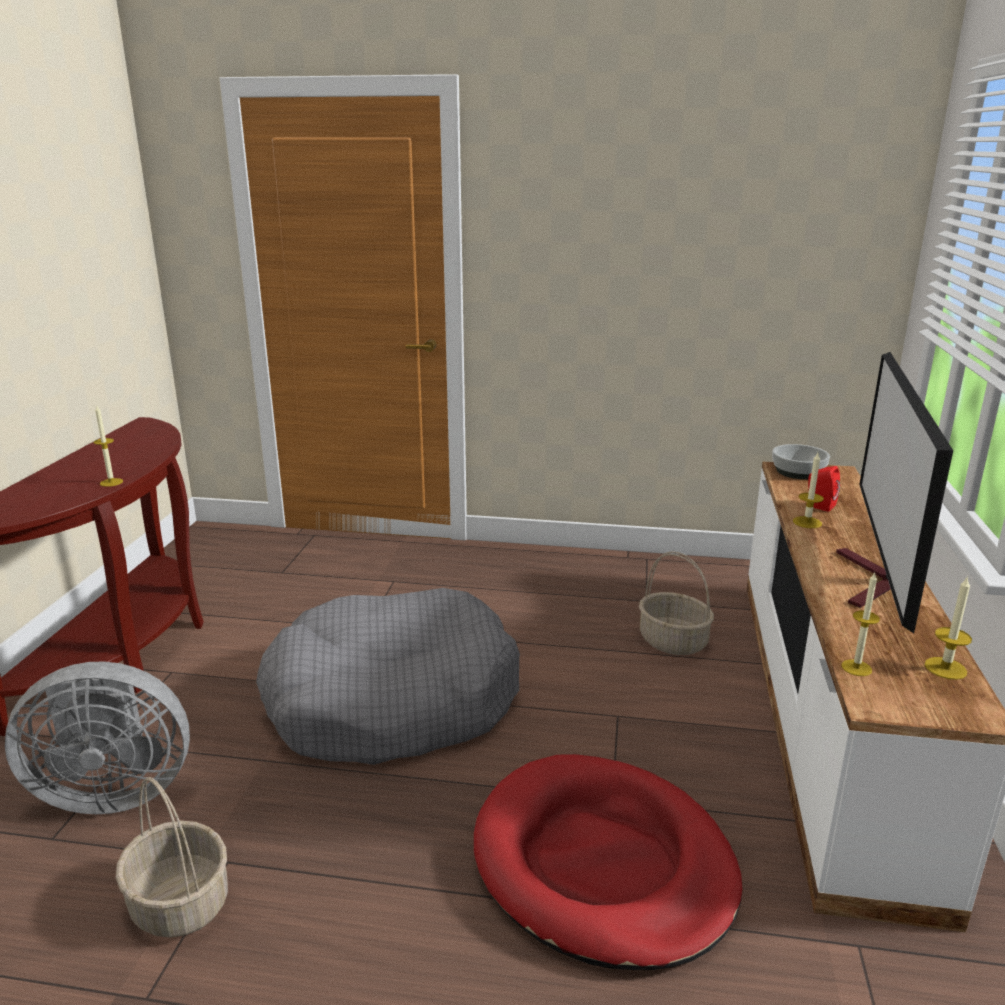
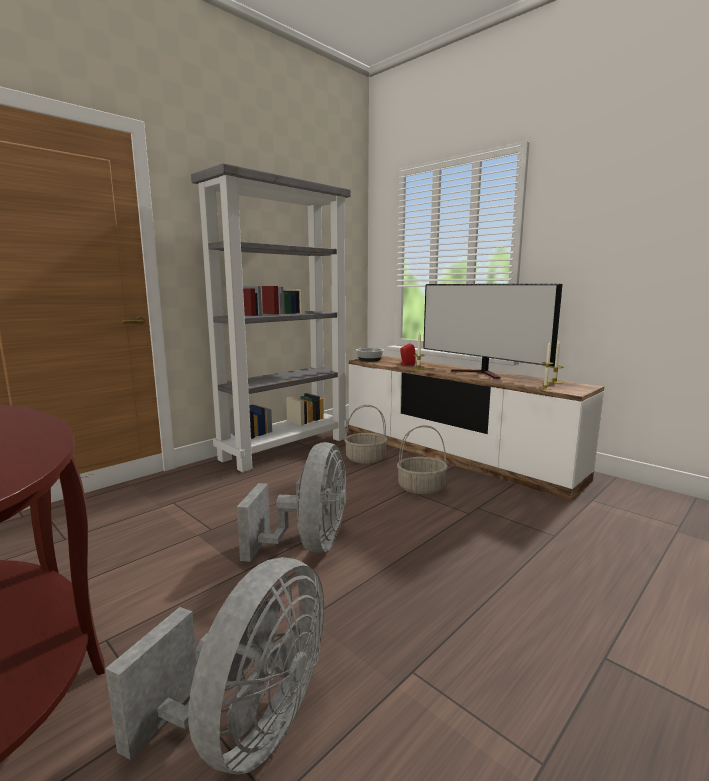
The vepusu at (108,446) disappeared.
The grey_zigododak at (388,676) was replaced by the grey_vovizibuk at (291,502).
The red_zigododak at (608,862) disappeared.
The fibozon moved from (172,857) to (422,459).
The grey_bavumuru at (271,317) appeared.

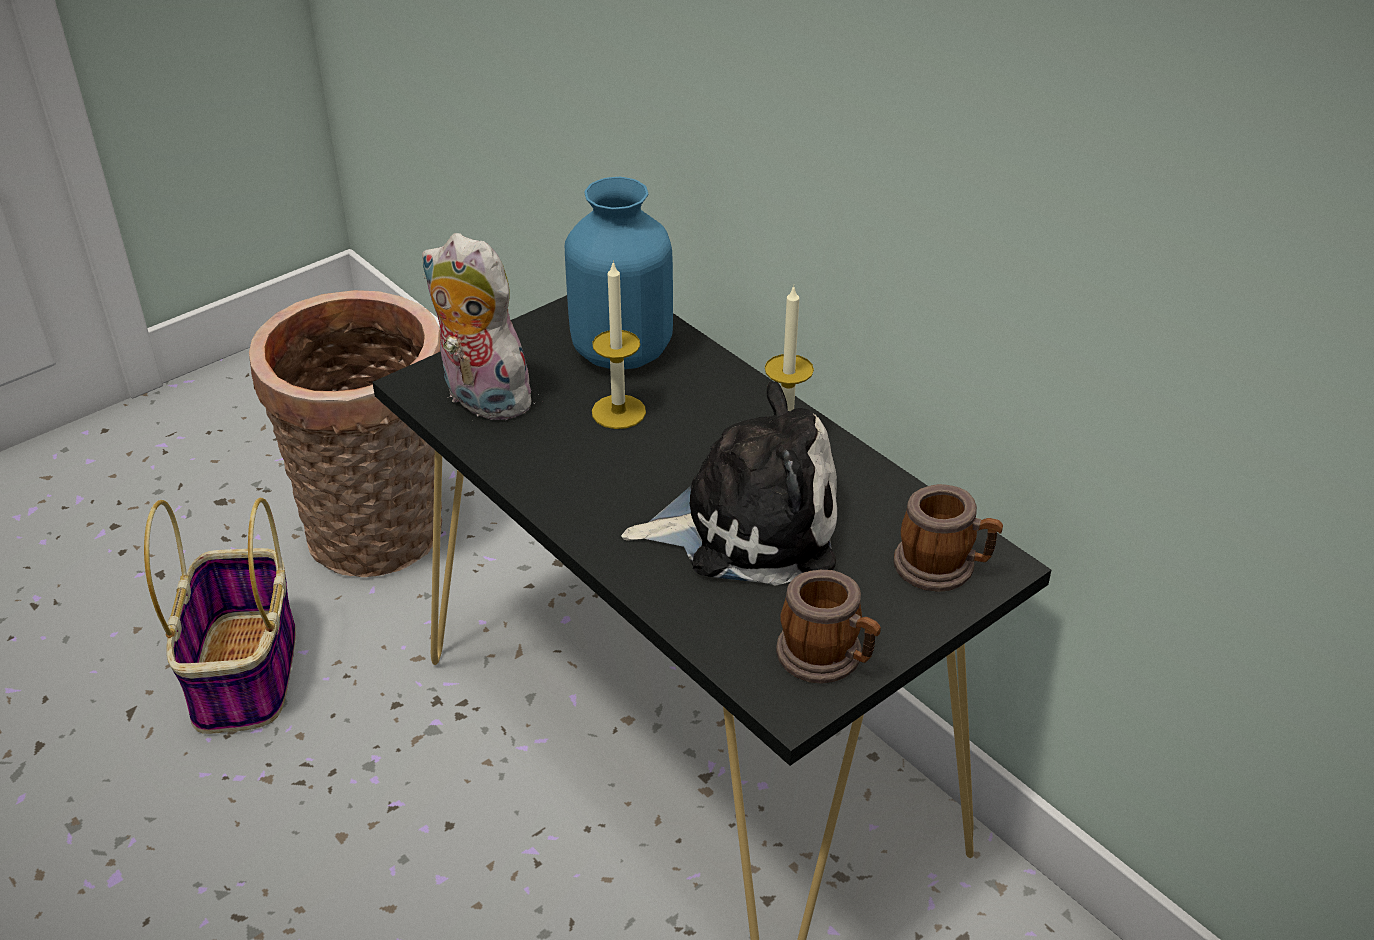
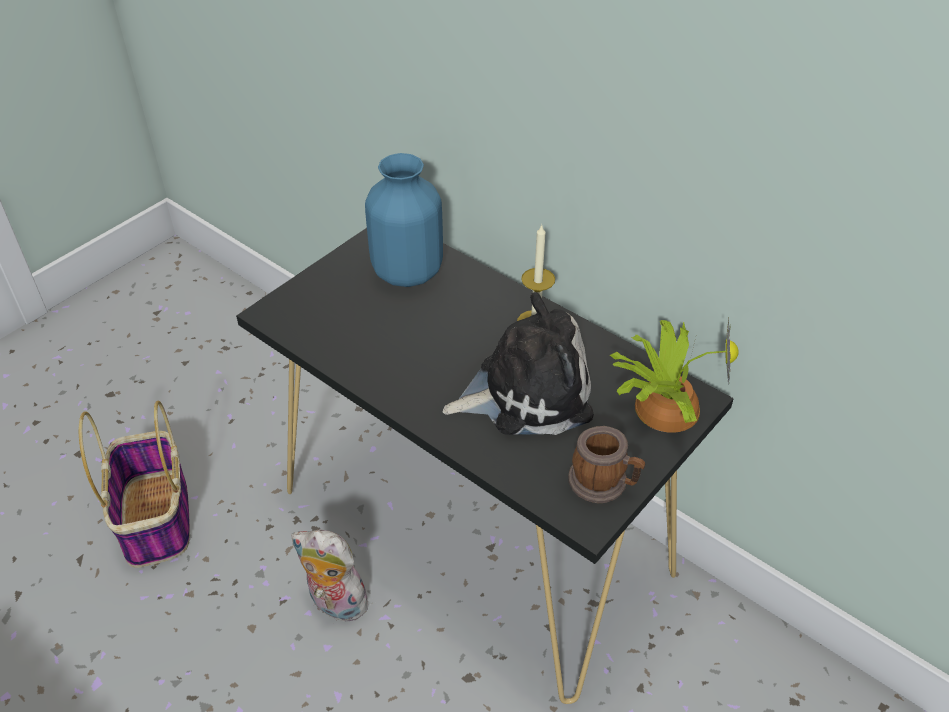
The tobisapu moved from (482,327) to (332,575).
The vepusu at (619,344) disappeared.
The fibozon at (345,433) disappeared.
The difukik at (948,538) was replaced by the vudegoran at (674,375).

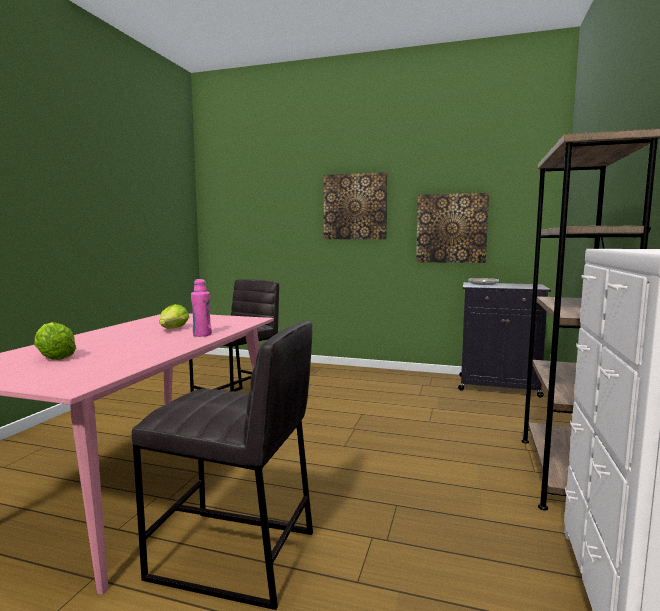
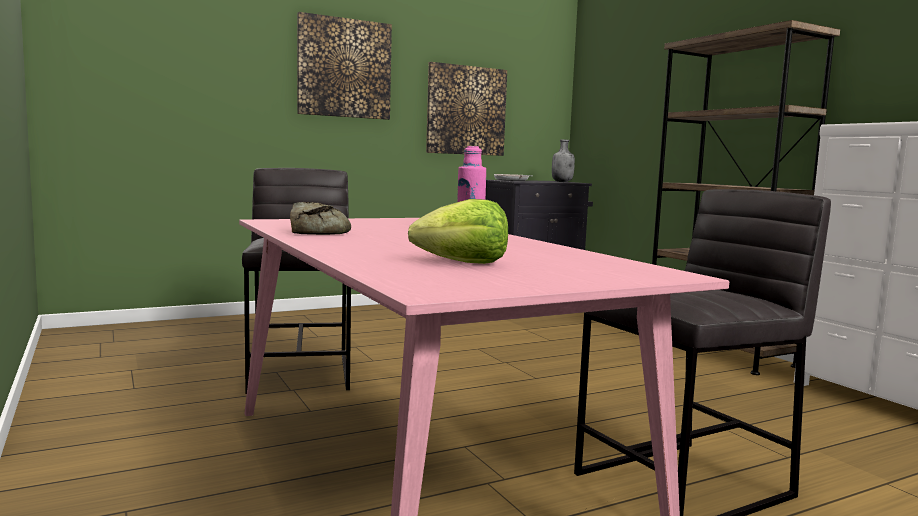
The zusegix at (174,316) disappeared.
The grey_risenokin at (563,161) appeared.
The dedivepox at (320,218) appeared.

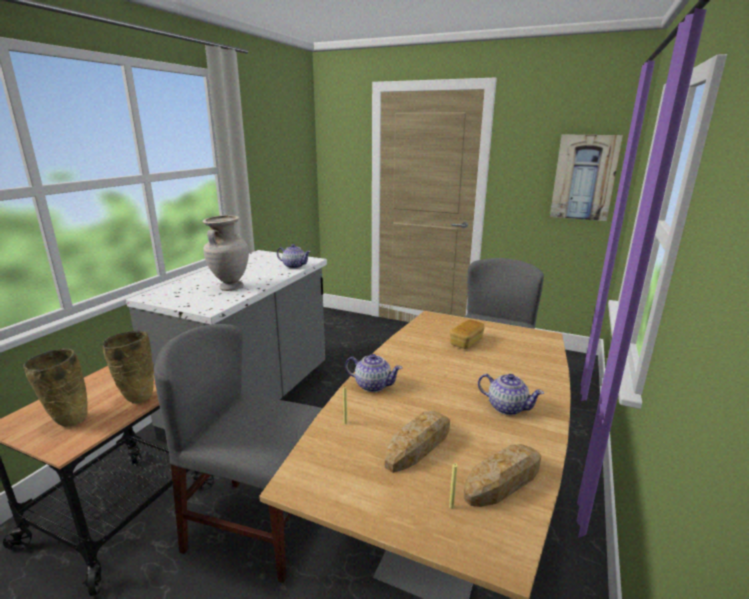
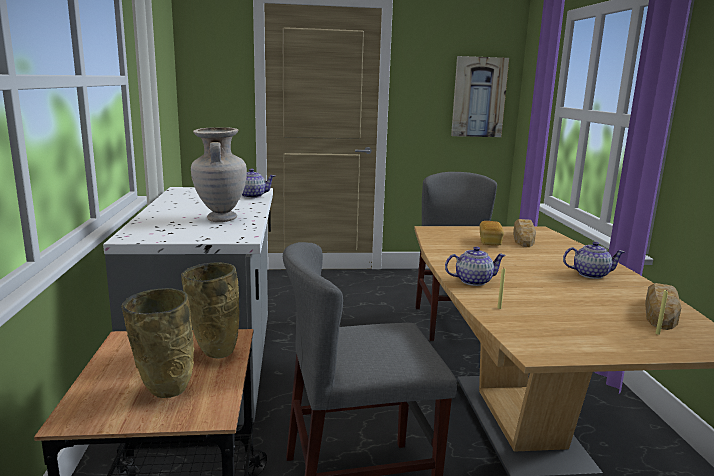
The dedivepox moved from (417,442) to (524,233).

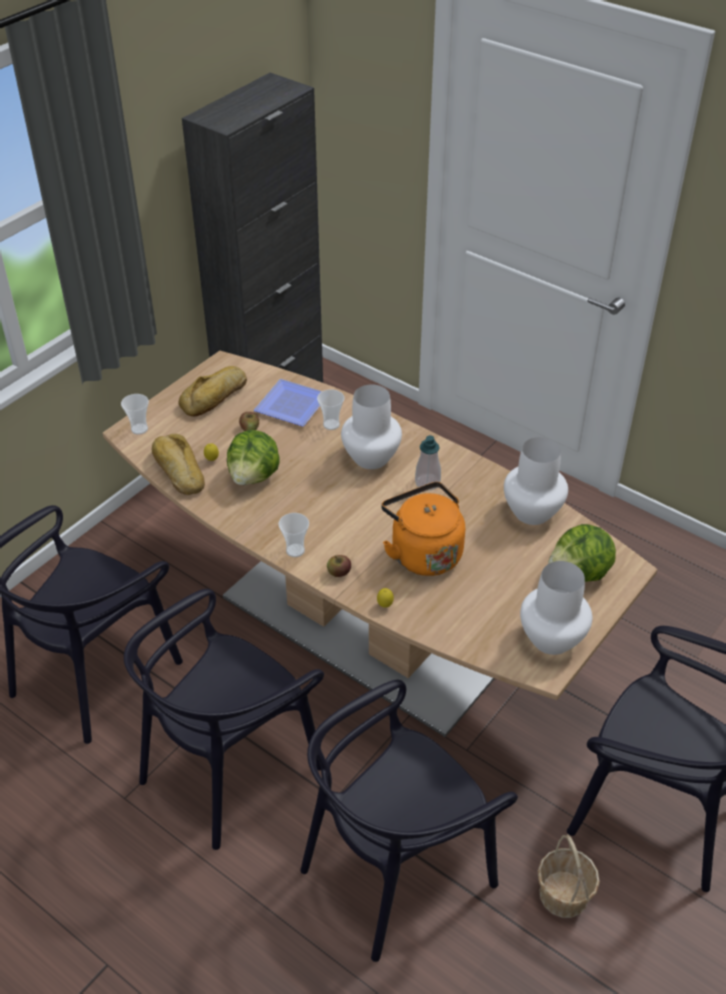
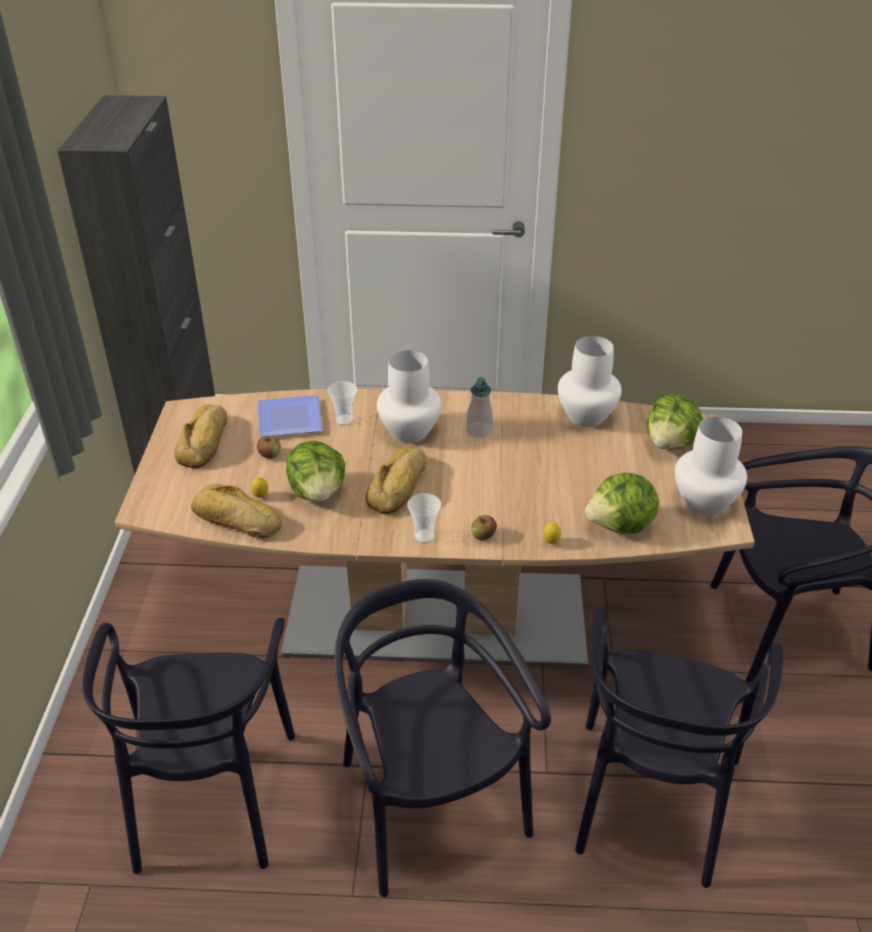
The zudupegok at (135,414) disappeared.
The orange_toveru at (423,529) disappeared.
The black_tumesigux at (224,719) turned 150 degrees clockwise.
The fibozon at (569,876) disappeared.
The dedivepox at (396,480) appeared.
The zusegix at (622,503) appeared.

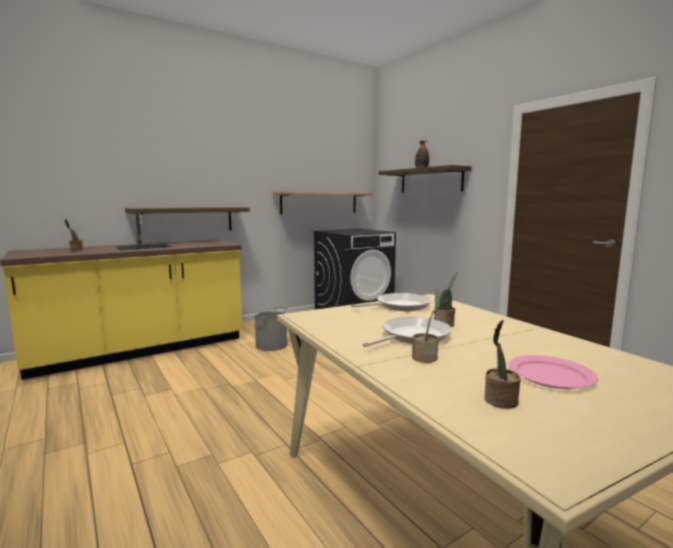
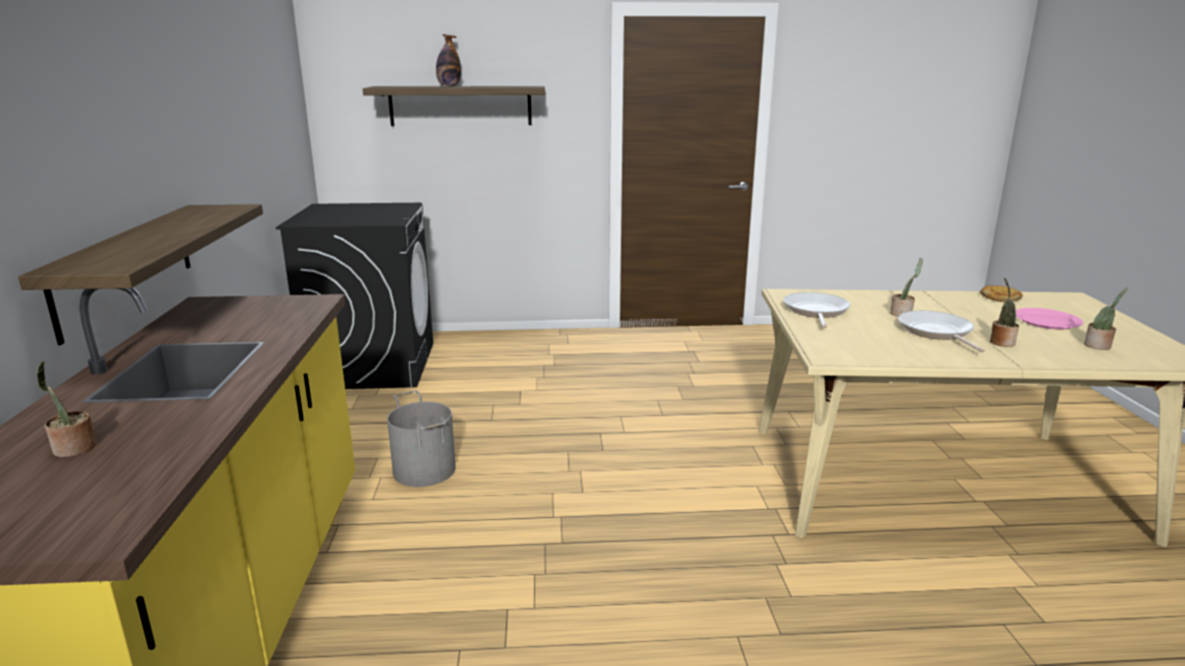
The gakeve at (322,203) disappeared.
The dedivepox at (1001,293) appeared.

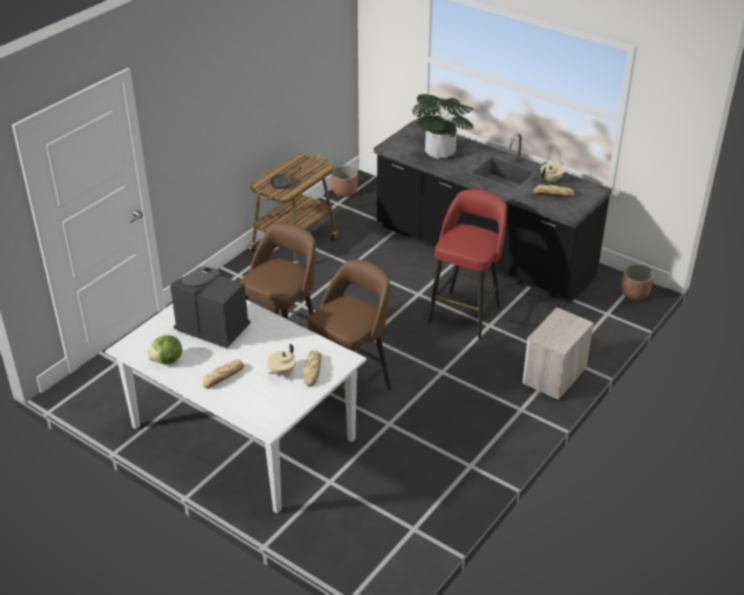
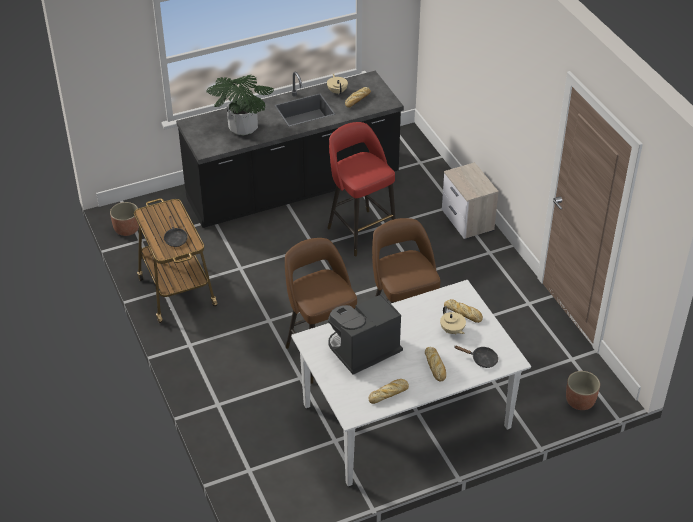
The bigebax moved from (638,282) to (583,390).
The zusegix at (164,349) was replaced by the dedivepox at (389,391).
The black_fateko at (476,357) appeared.

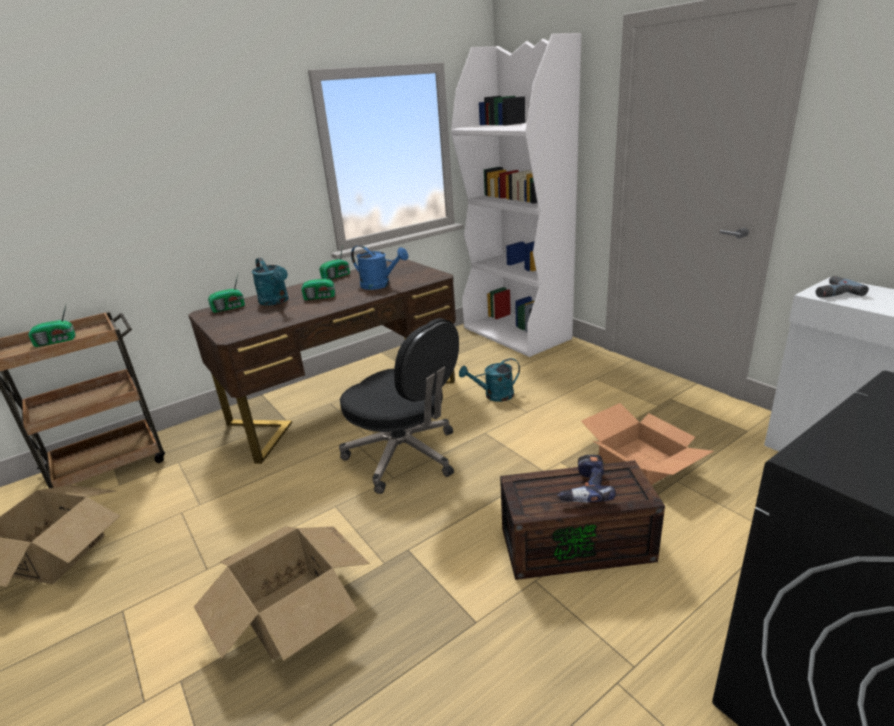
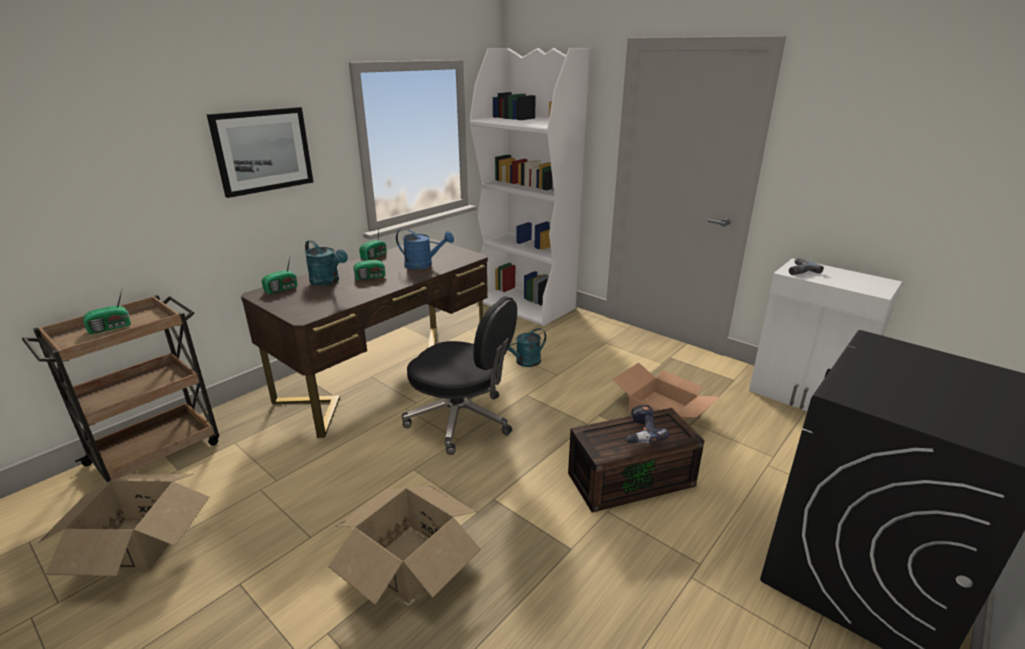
The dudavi at (260,152) appeared.

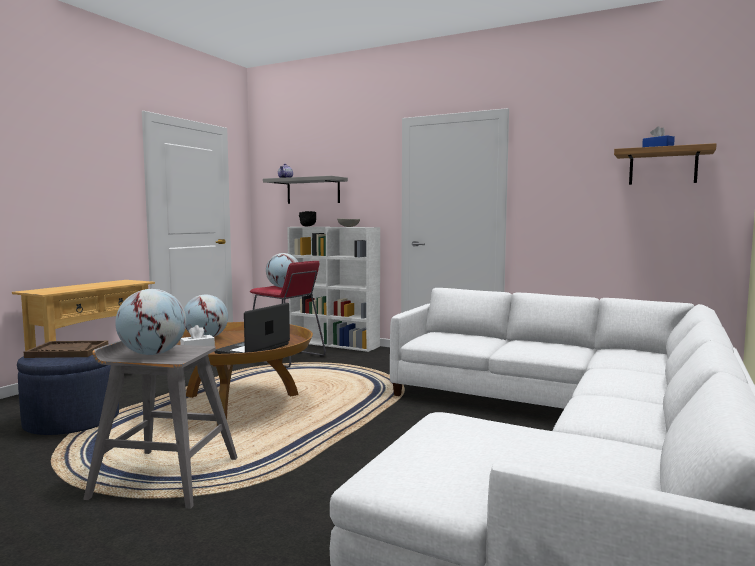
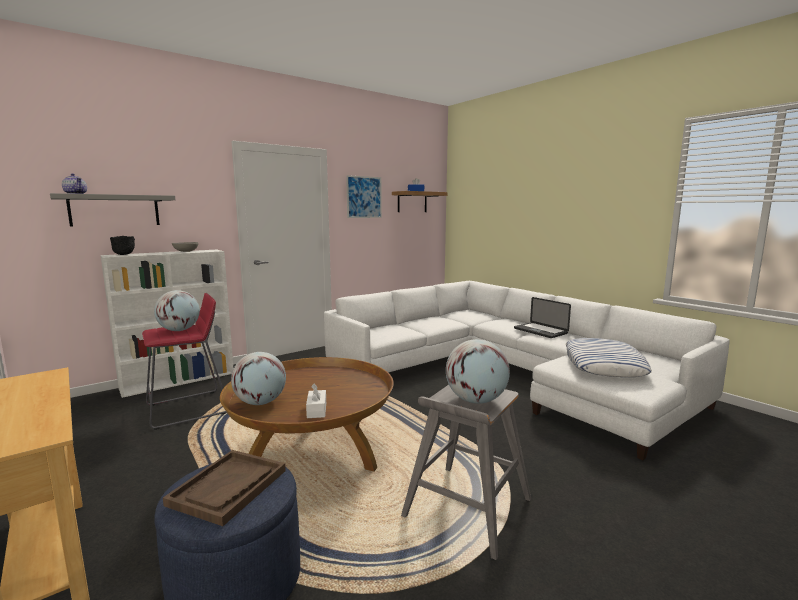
The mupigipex moved from (252,328) to (542,317).
The dudavi at (364,196) appeared.
The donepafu at (609,357) appeared.

